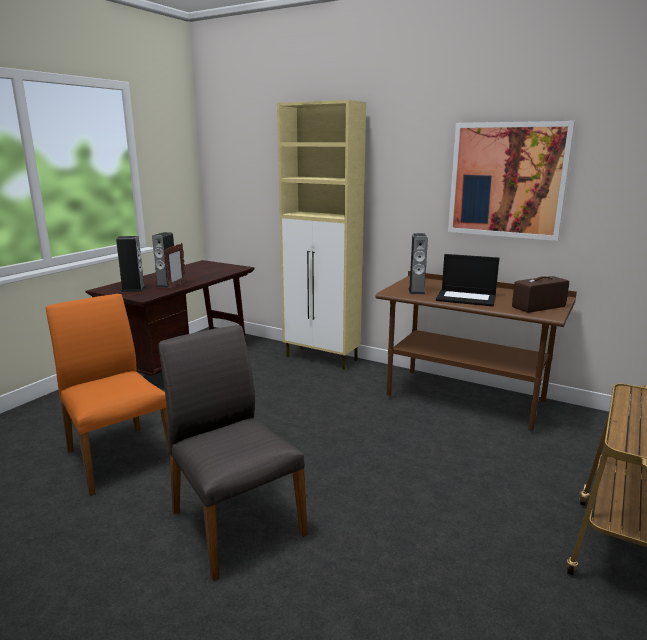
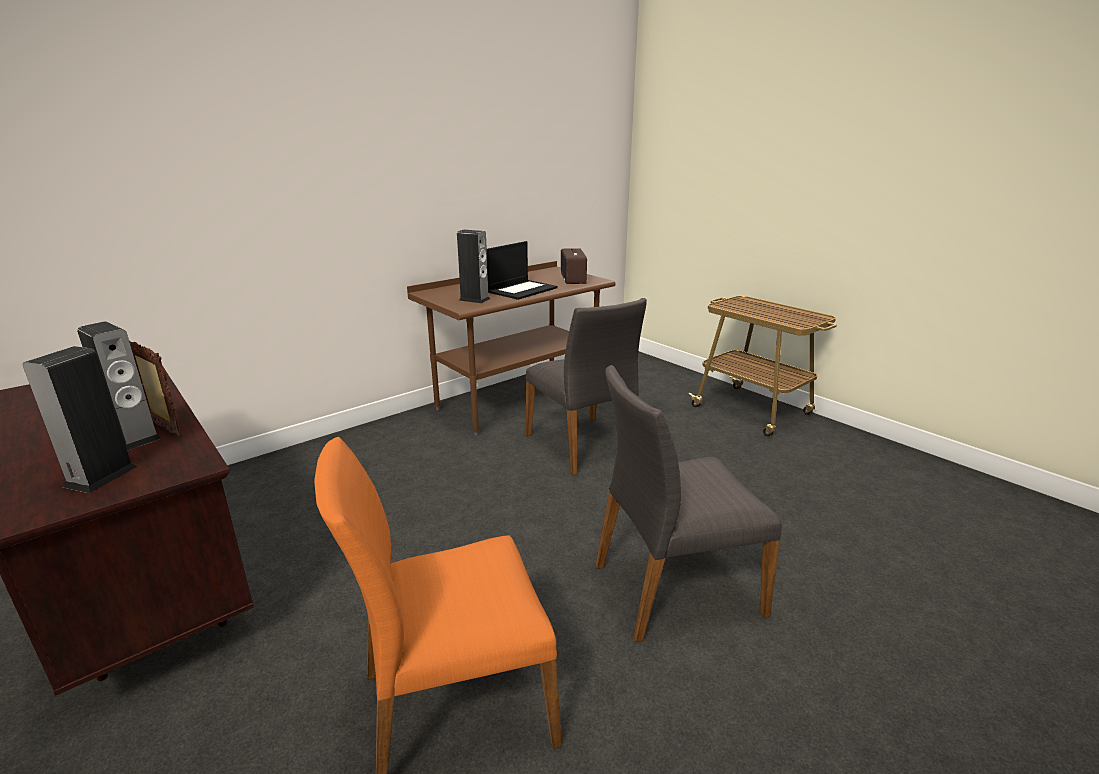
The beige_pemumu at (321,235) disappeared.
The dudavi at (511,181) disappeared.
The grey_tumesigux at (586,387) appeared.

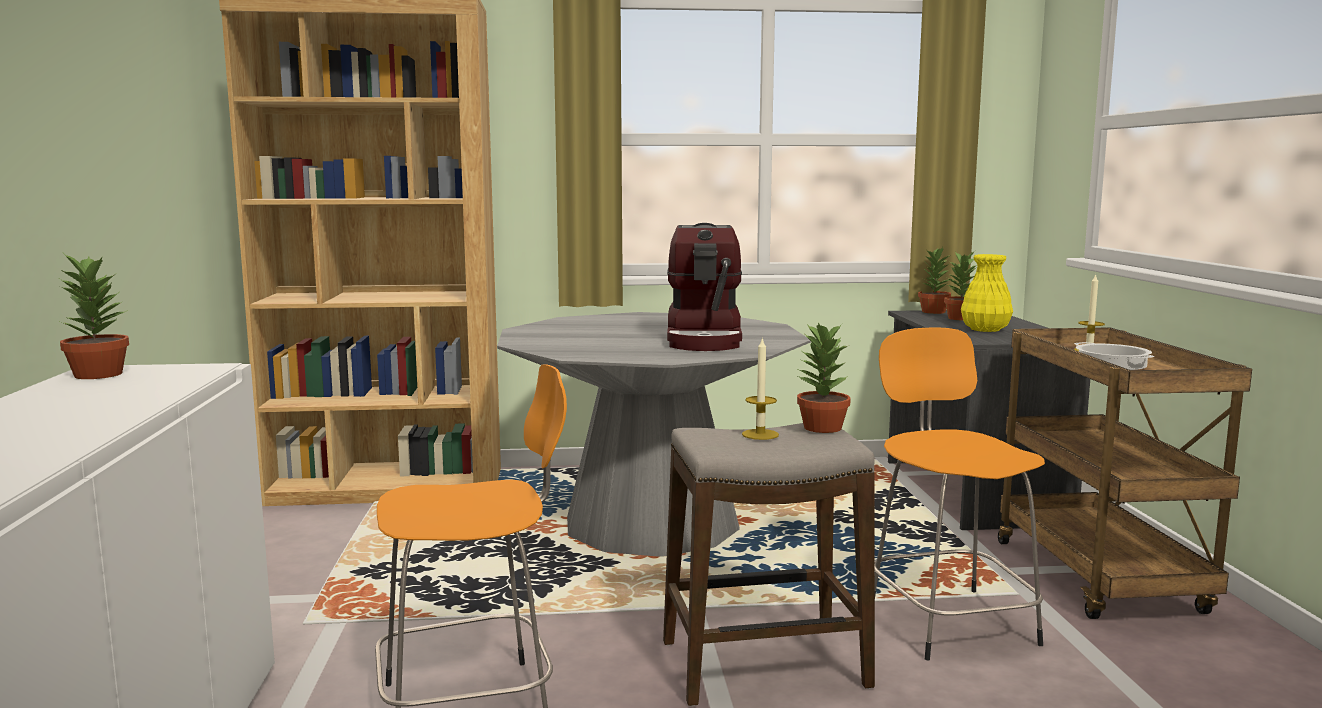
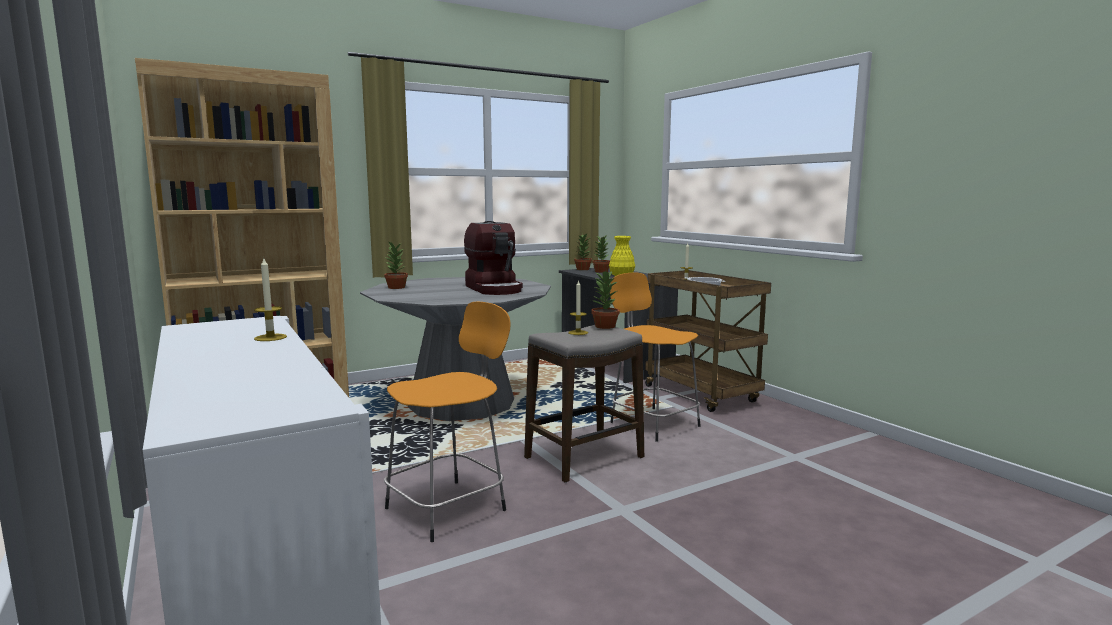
The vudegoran moved from (93,316) to (396,265).
The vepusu at (270,299) appeared.

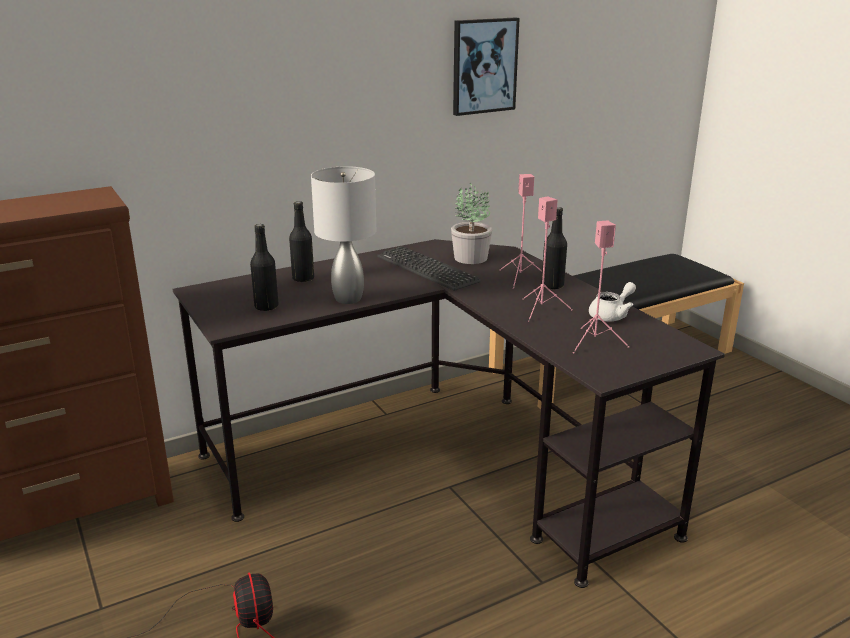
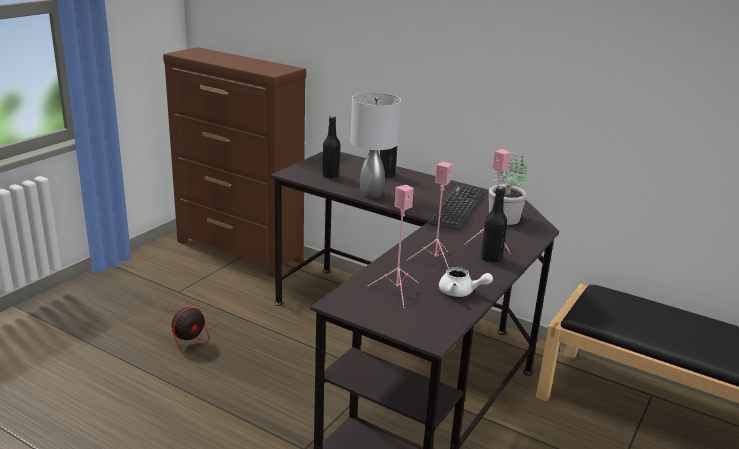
The dudavi at (486,66) disappeared.

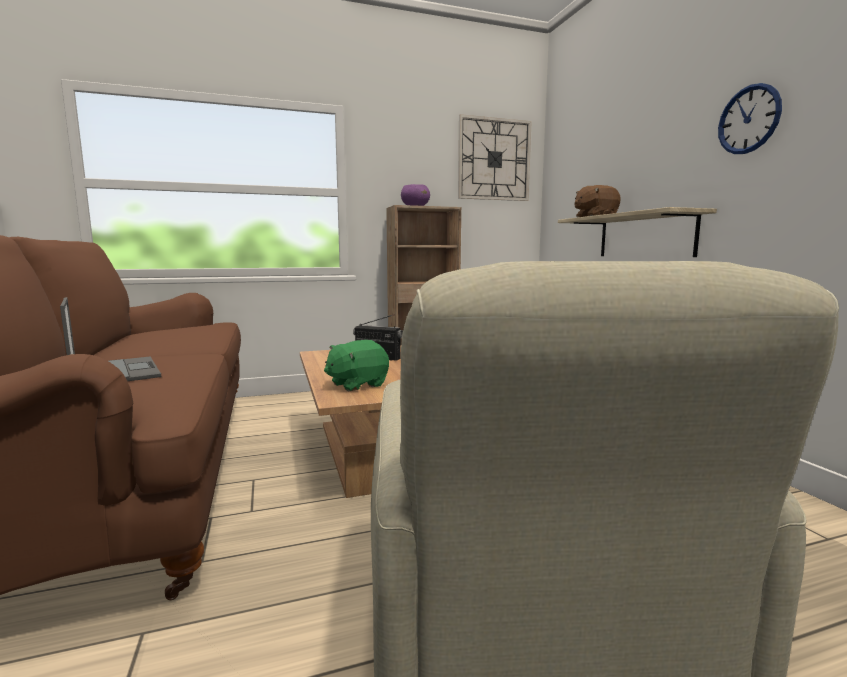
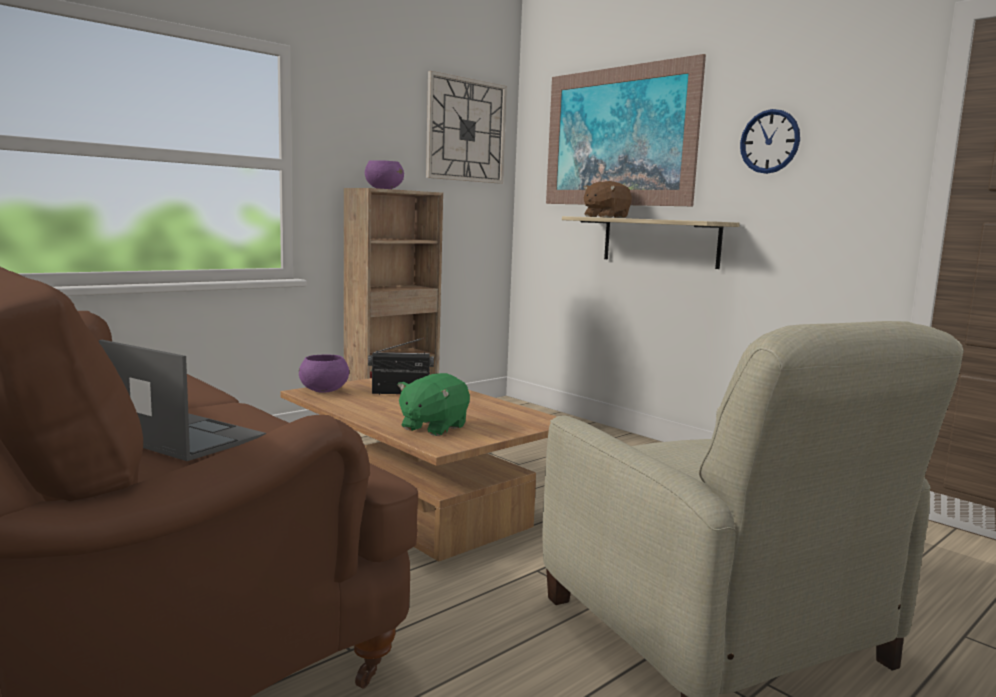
The dudavi at (626,130) appeared.
The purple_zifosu at (324,373) appeared.

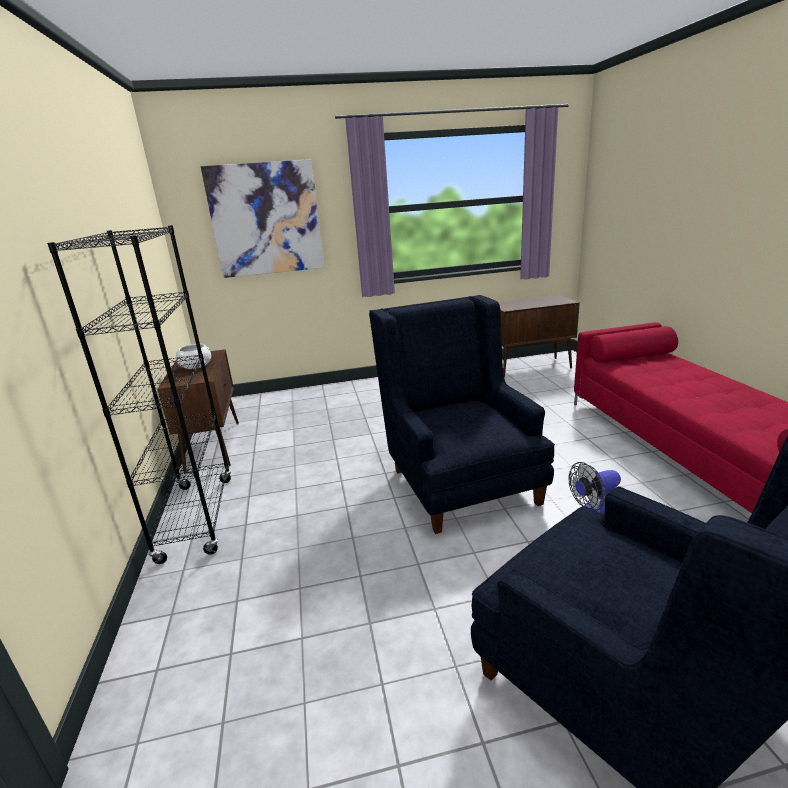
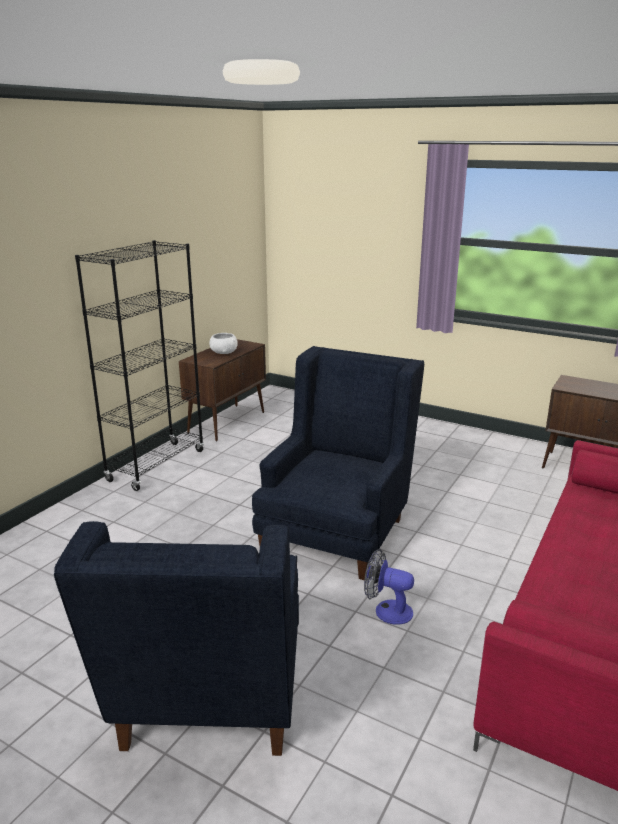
The dudavi at (263,218) disappeared.

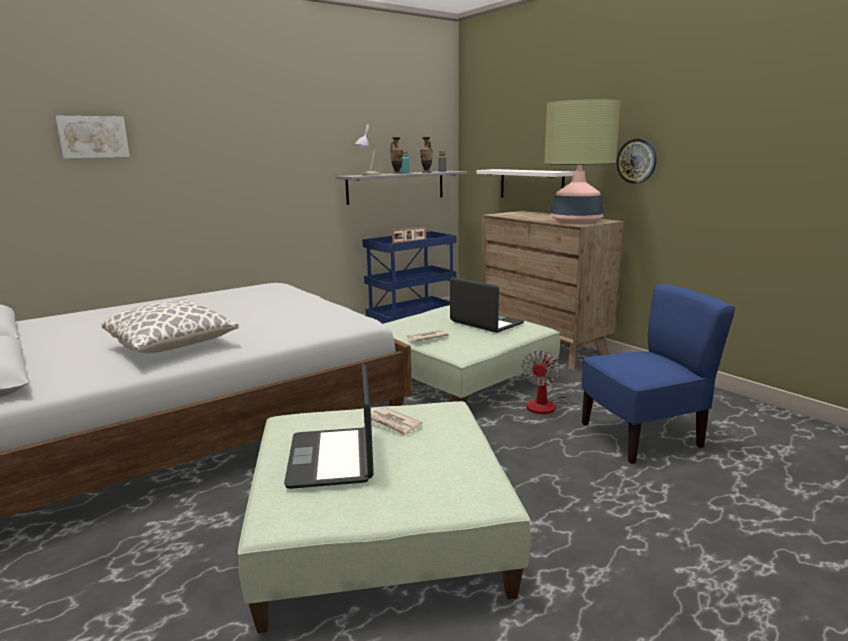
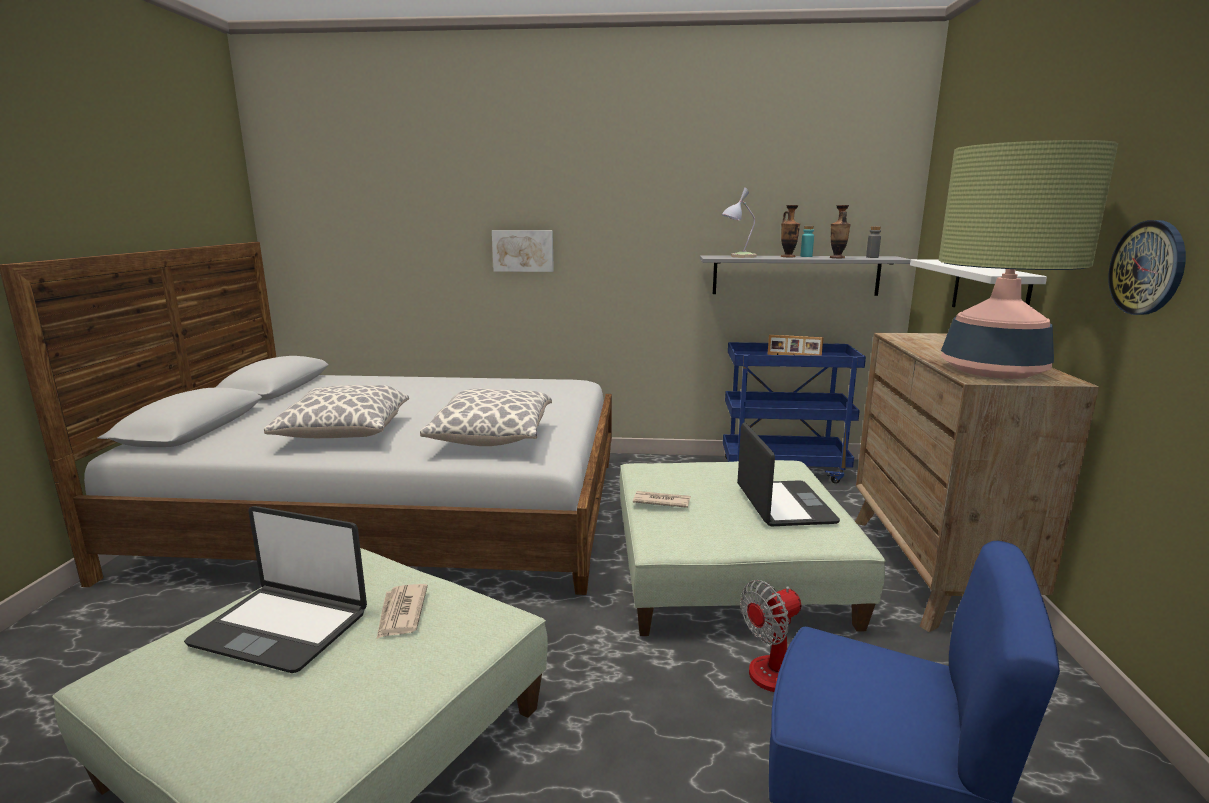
The dudavi moved from (92,137) to (523,251).
The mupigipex at (329,426) turned 105 degrees counterclockwise.
The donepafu at (486,417) appeared.

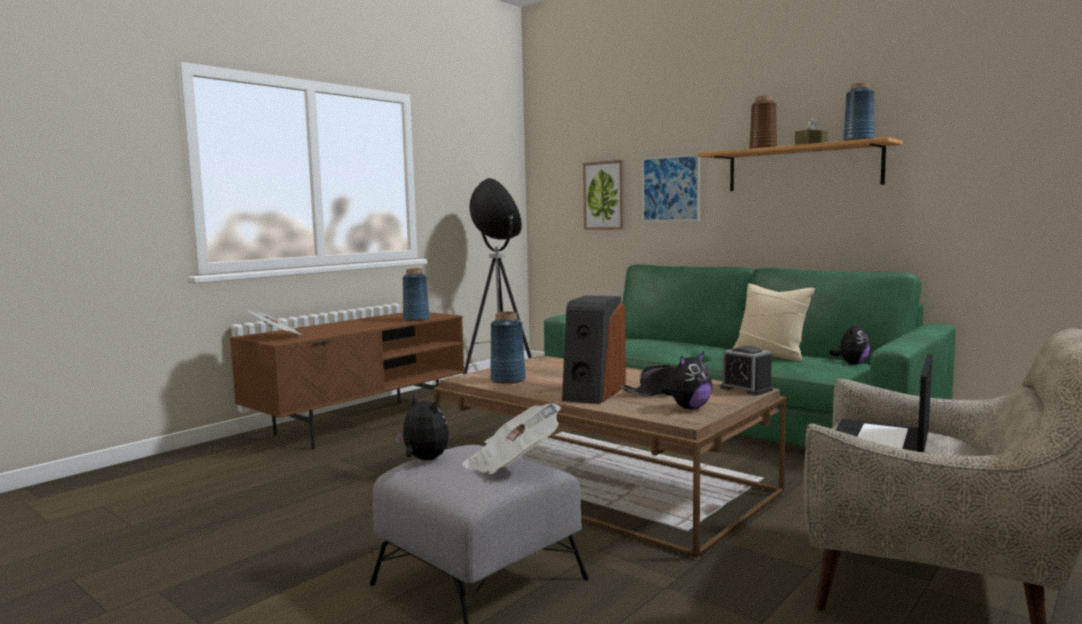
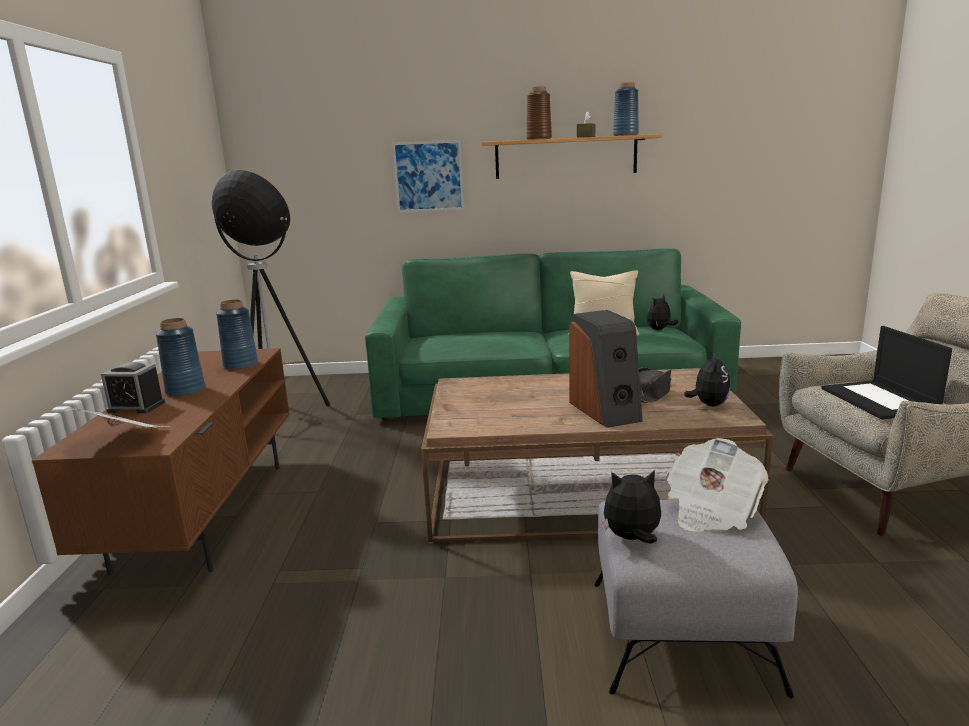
The dudavi at (604,195) disappeared.
The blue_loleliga moved from (508,348) to (180,357).
The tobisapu at (849,344) turned 135 degrees counterclockwise.
The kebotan moved from (746,371) to (133,387).

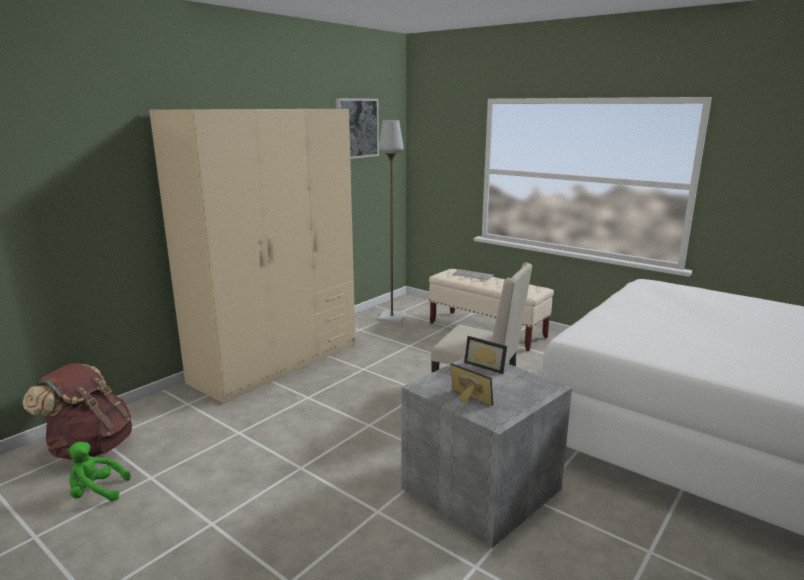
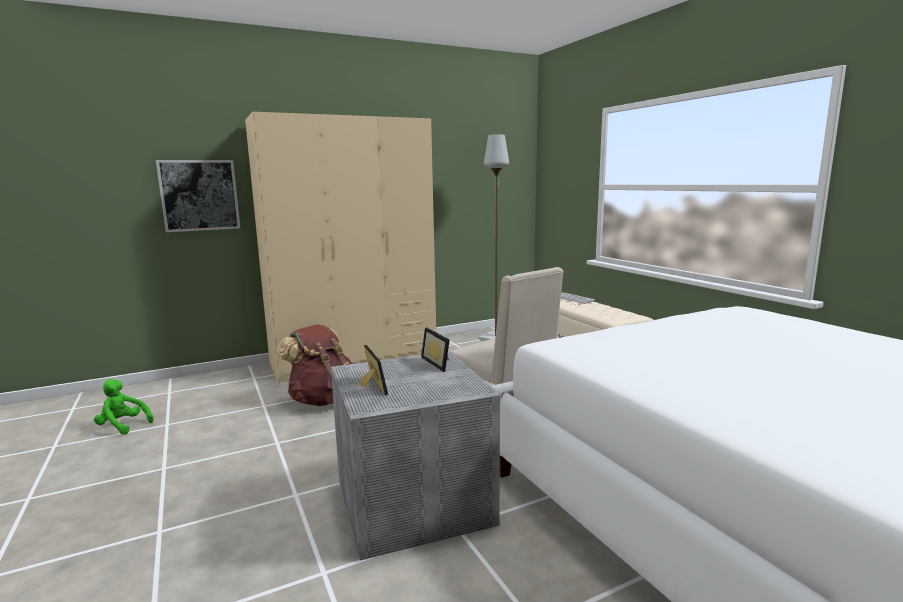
The dudavi moved from (357,128) to (198,196).
The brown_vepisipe moved from (77,411) to (315,365).

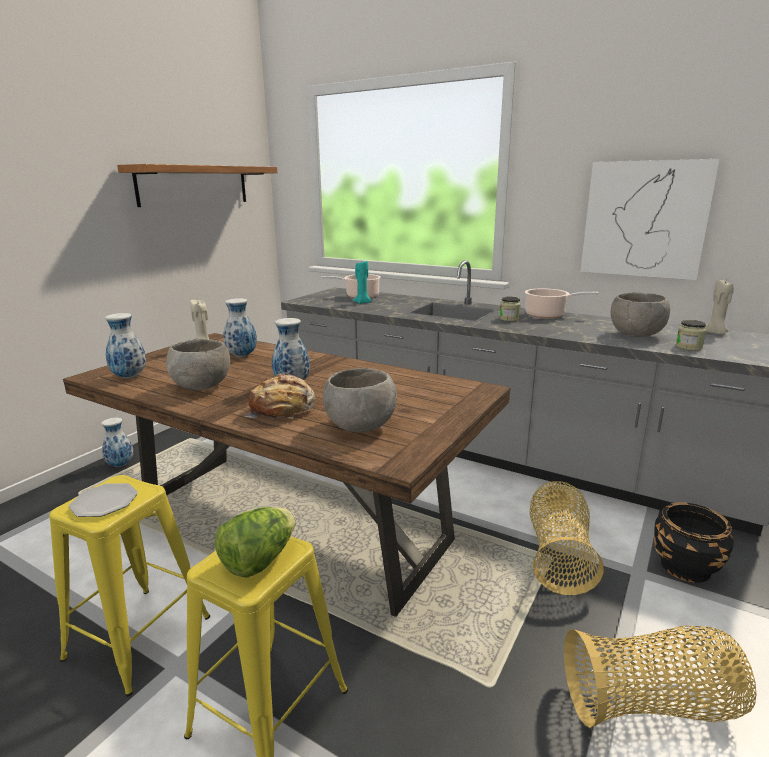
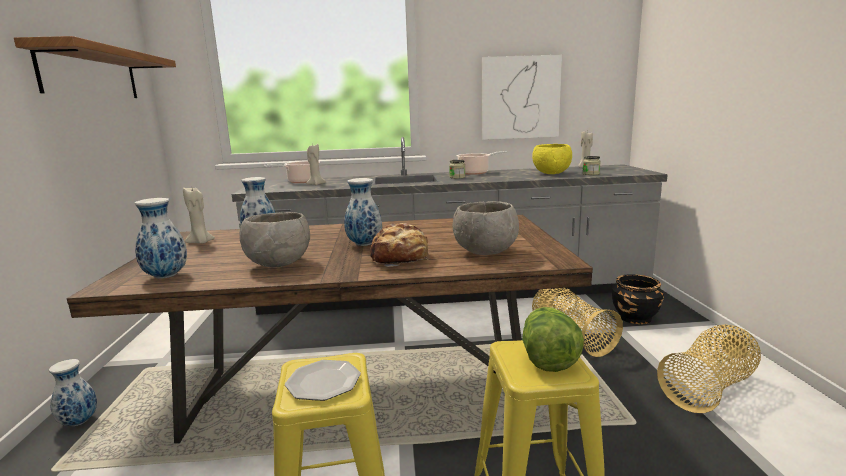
The turquoise_vepusu at (362,282) became the beige_vepusu at (316,164).
The grey_zifosu at (640,314) became the yellow_zifosu at (552,159).

